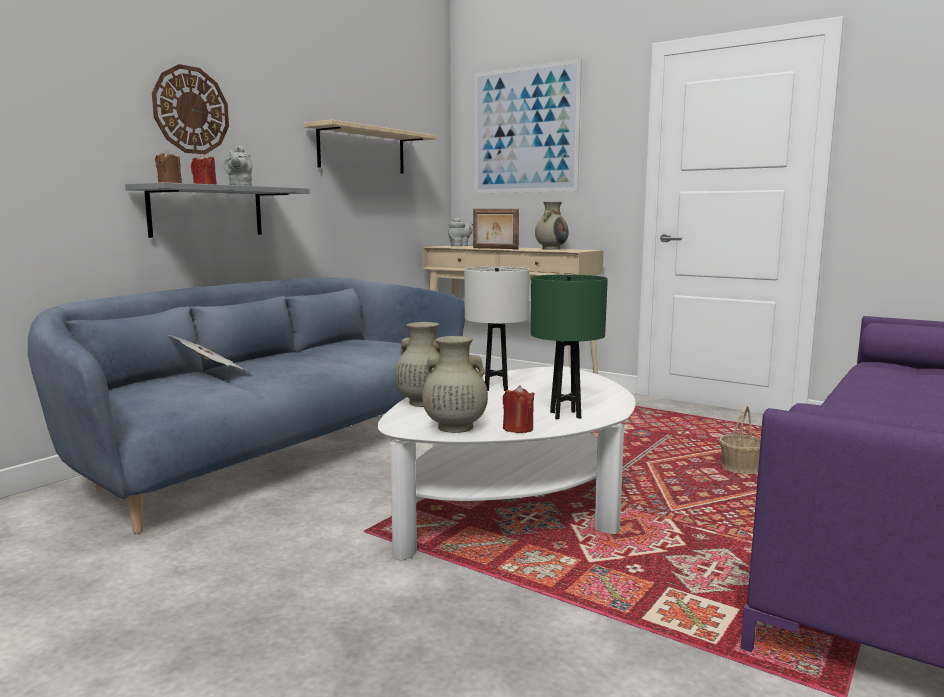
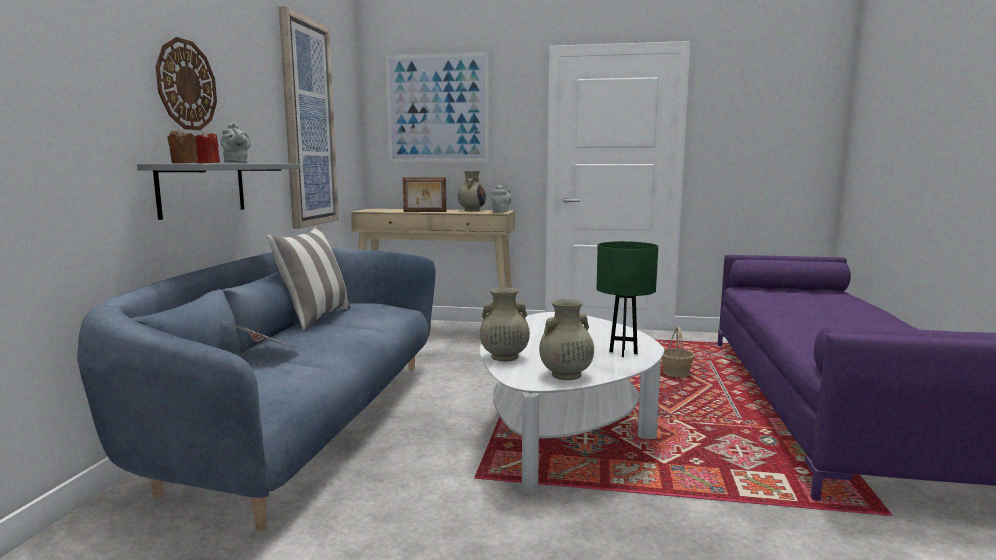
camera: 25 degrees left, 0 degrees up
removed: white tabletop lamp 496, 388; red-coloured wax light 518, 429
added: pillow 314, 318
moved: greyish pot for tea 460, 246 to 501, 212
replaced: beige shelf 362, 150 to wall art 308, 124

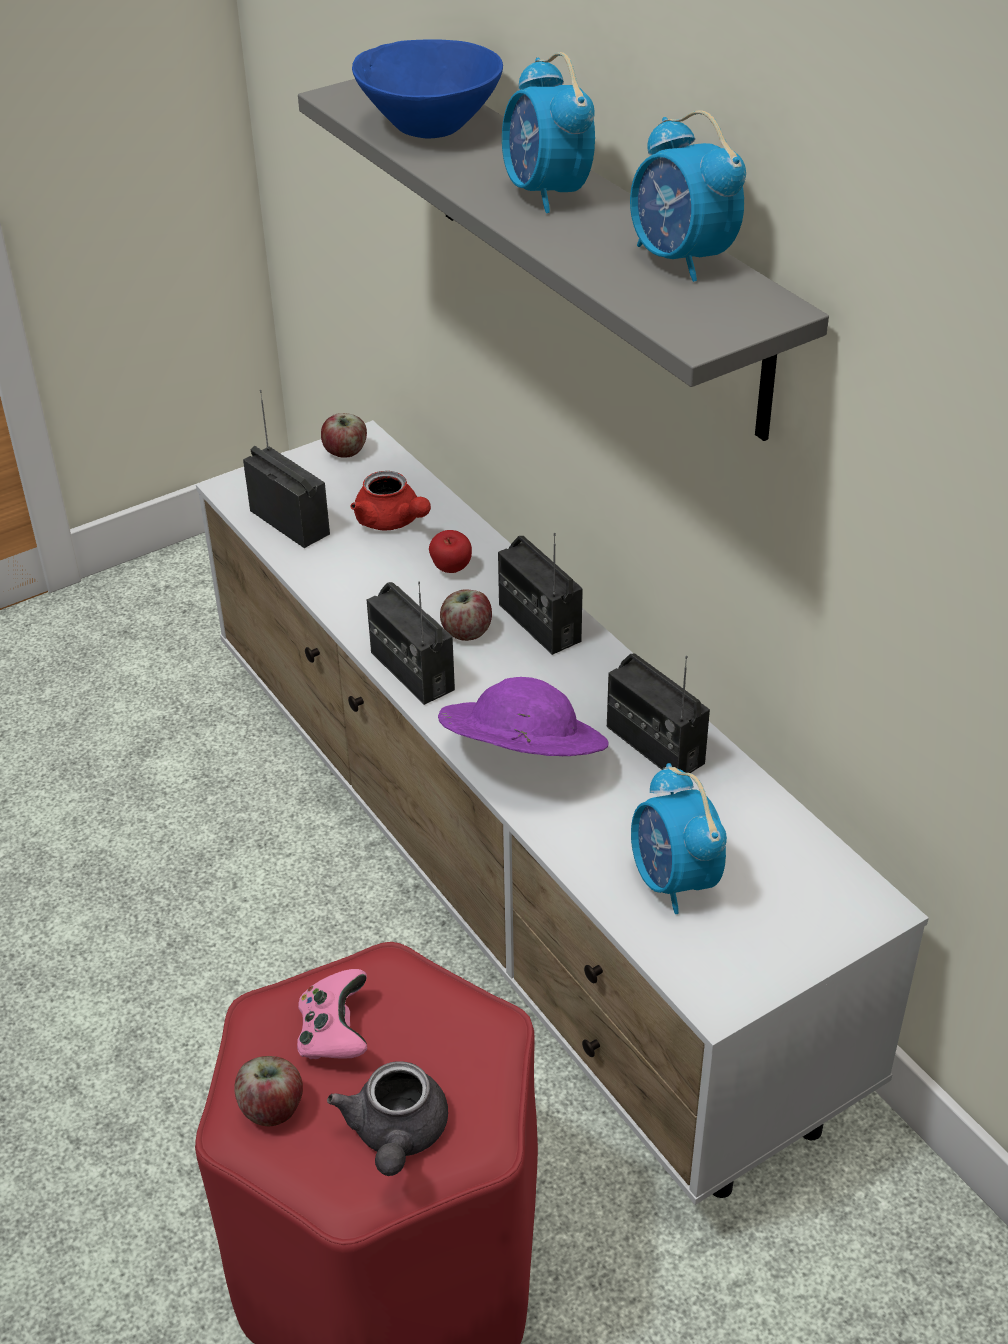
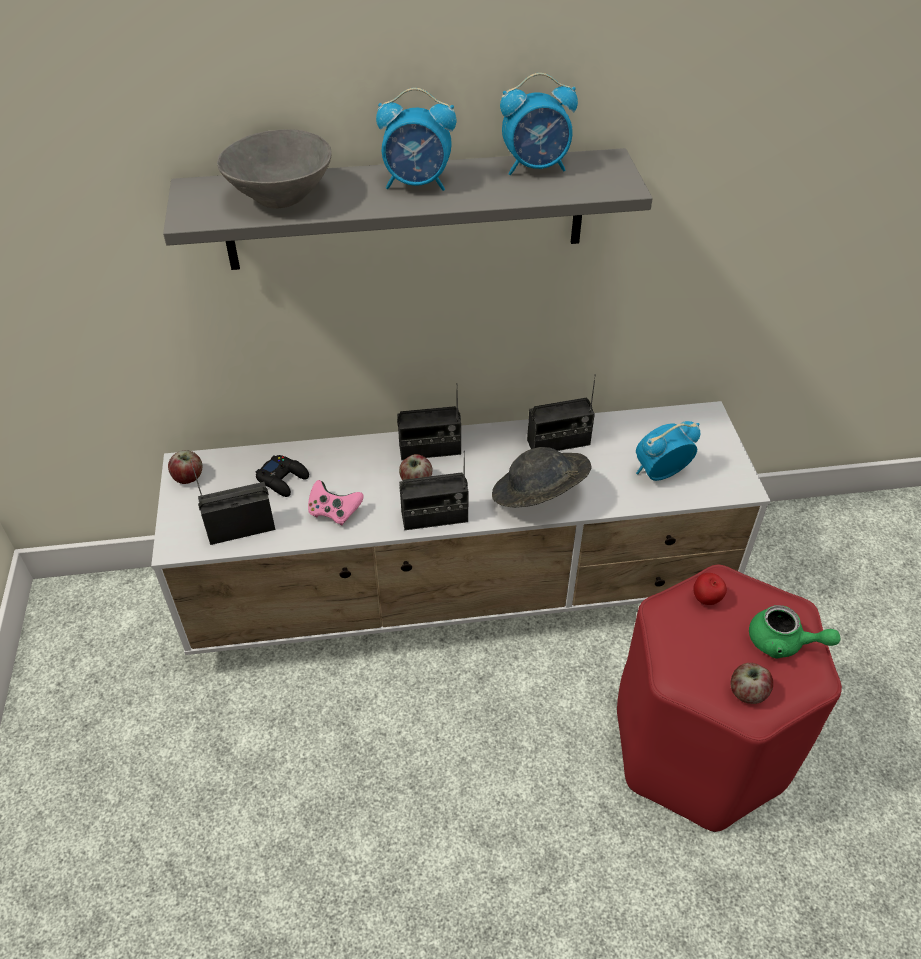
camera: 65 degrees left, 5 degrees up
moved: apple fruit 451, 570 to 706, 600; pink-coloured gamepad 334, 1034 to 334, 512
replaced: red-coloured pot for tea 392, 522 to blackish gamepad 283, 479
recoloured: bluish serving bowl 429, 126 to greyish serving bowl 279, 197; purple-coloured hat 521, 759 to greyish hat 538, 497; greyish pot for tea 396, 1135 to green-coloured pot for tea 783, 643
turned: alarm clock 673, 881 = 660, 473 150 degrees clockwise

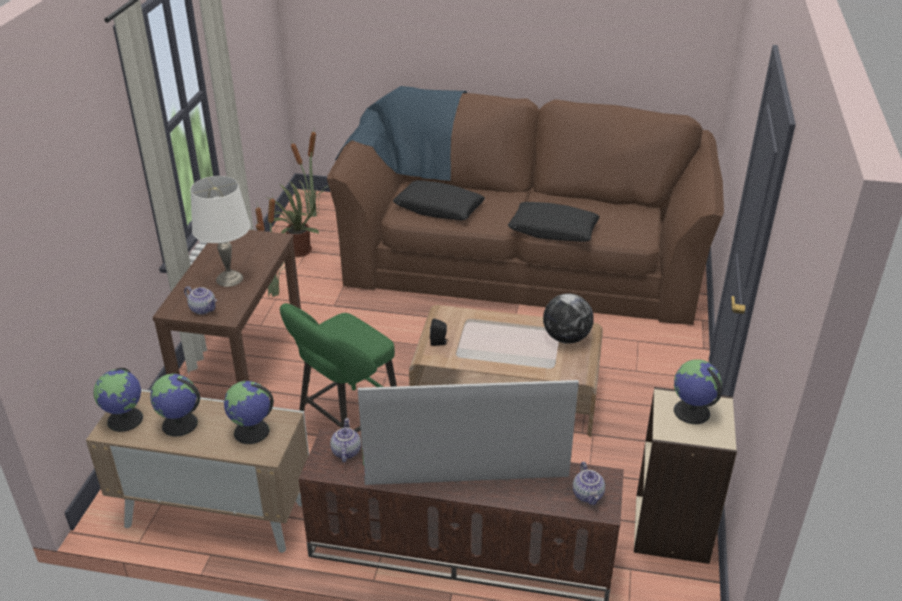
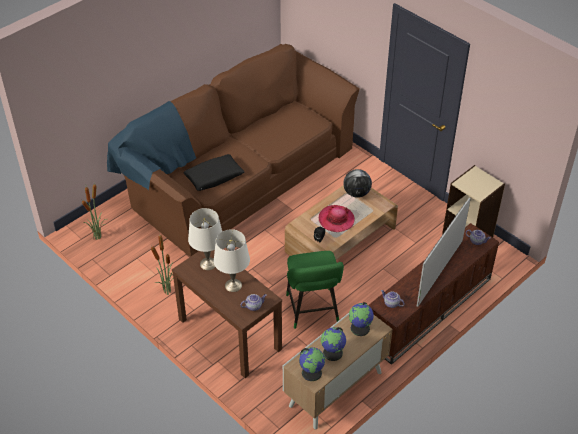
camera: 55 degrees left, 10 degrees up
removed: houseplant 297, 252; blackish pillow 553, 230; desk globe 691, 412
added: hat 336, 220; white tabletop lamp 208, 263

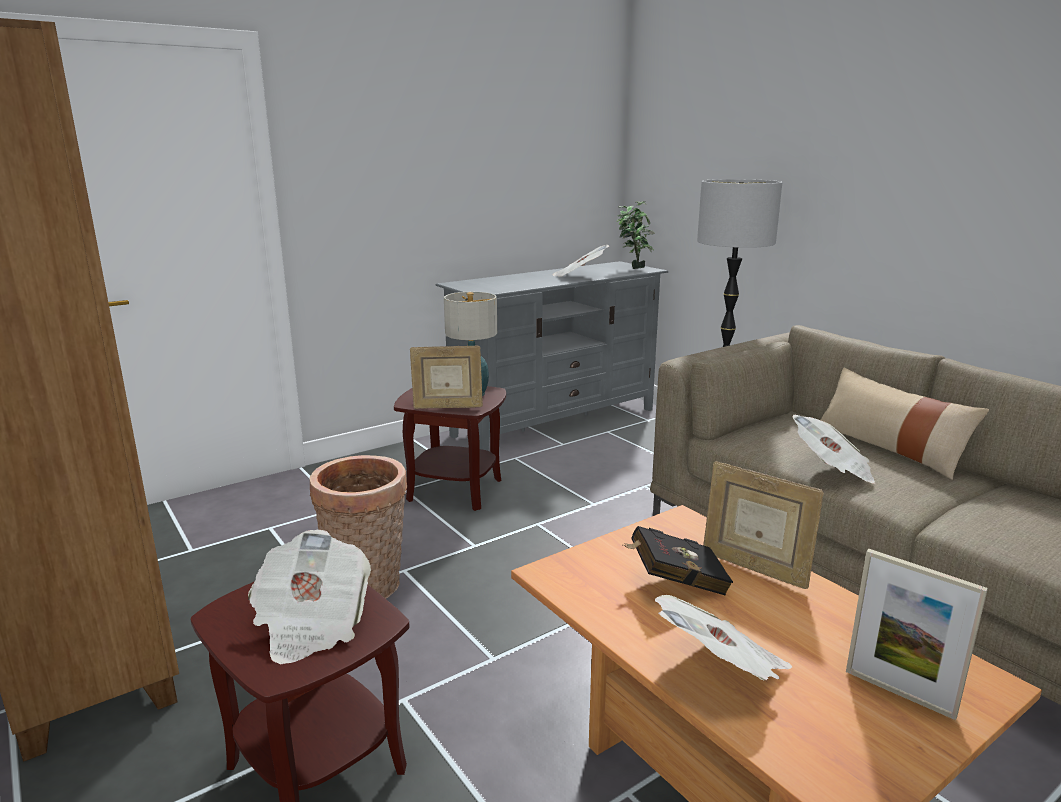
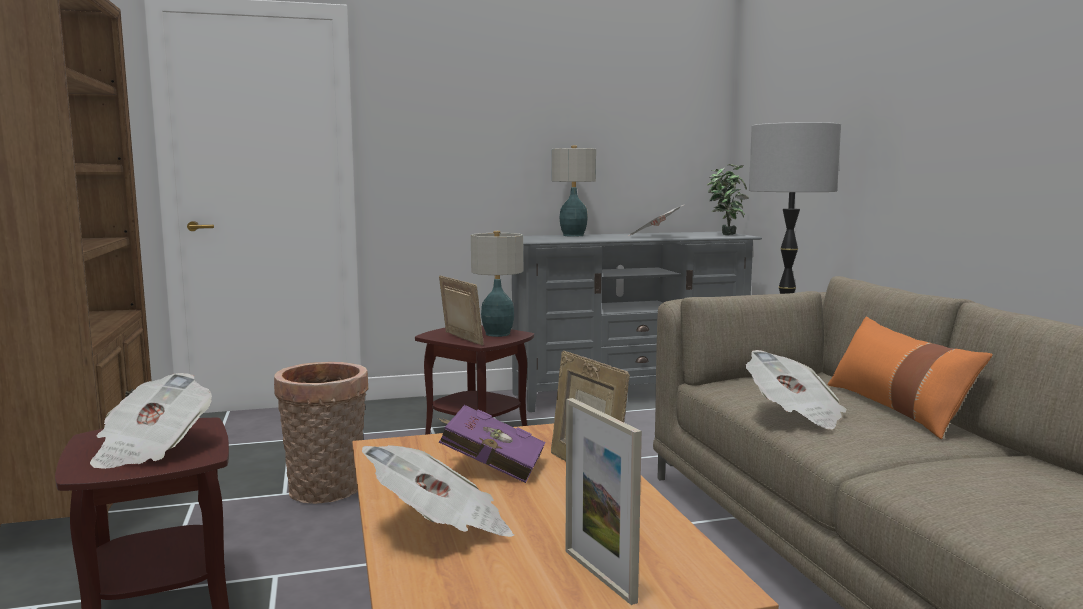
camera: 20 degrees right, 10 degrees down
added: tabletop lamp 573, 235
recoloured: beige pillow 889, 448 to orange pillow 897, 408; blackish volume 674, 581 to purple-coloured volume 489, 467
turned: picture frame 447, 407 = 461, 340 150 degrees counterclockwise

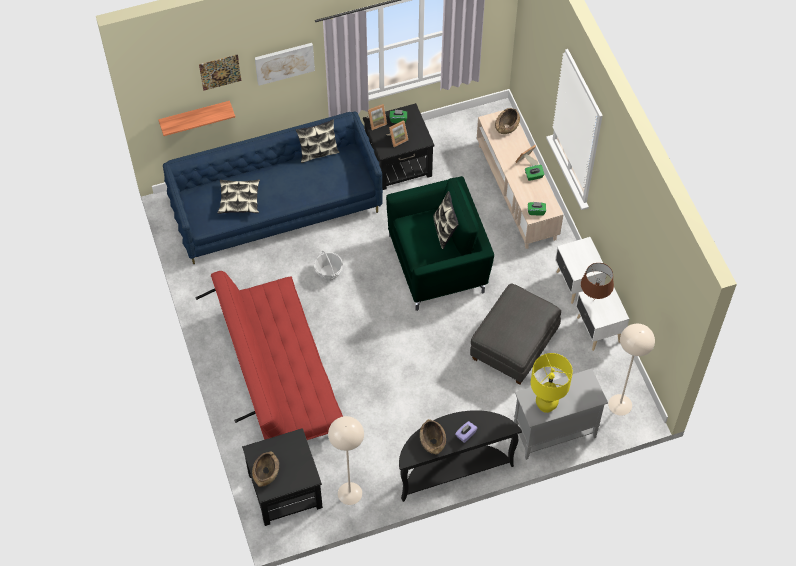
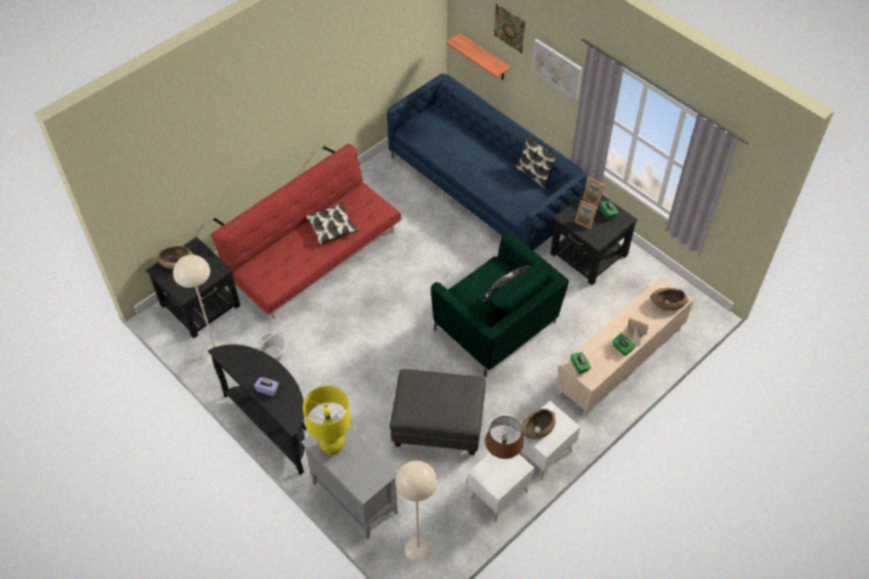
camera: 65 degrees right, 5 degrees down
moved: pillow 239, 200 to 332, 227; household basket 329, 273 to 272, 354; brown serving bowl 432, 441 to 538, 429

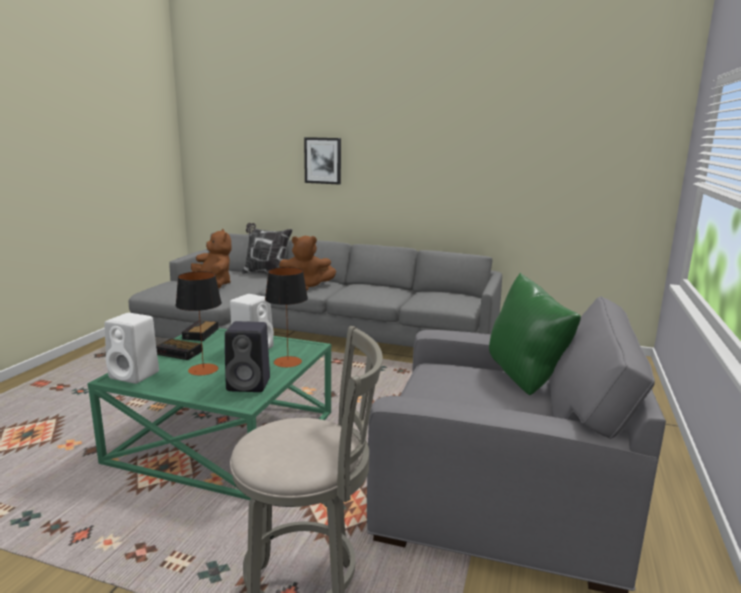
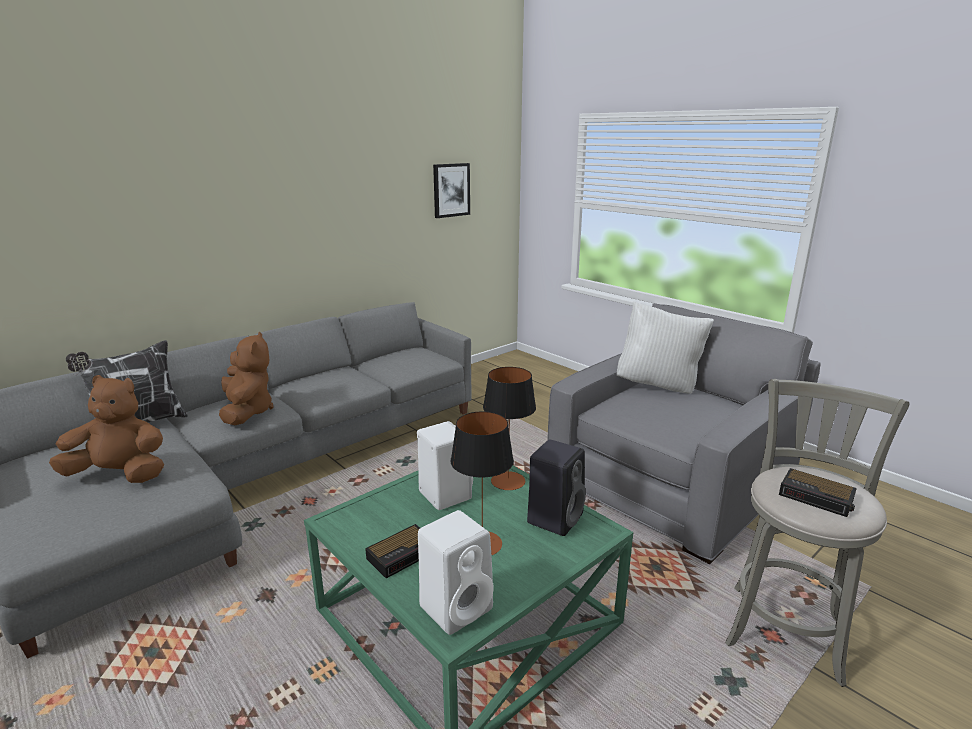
camera: 60 degrees left, 5 degrees up
moved: wall art 323, 160 to 451, 190; alarm clock 200, 334 to 817, 497
recoloured: green-coloured pillow 525, 379 to white pillow 659, 385
turned: brown cuddly toy 306, 286 = 247, 412 45 degrees counterclockwise

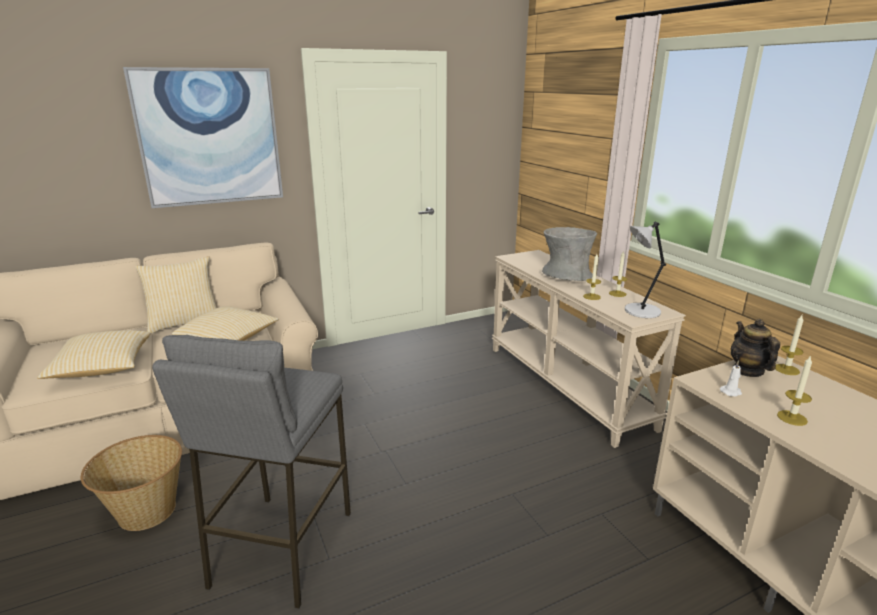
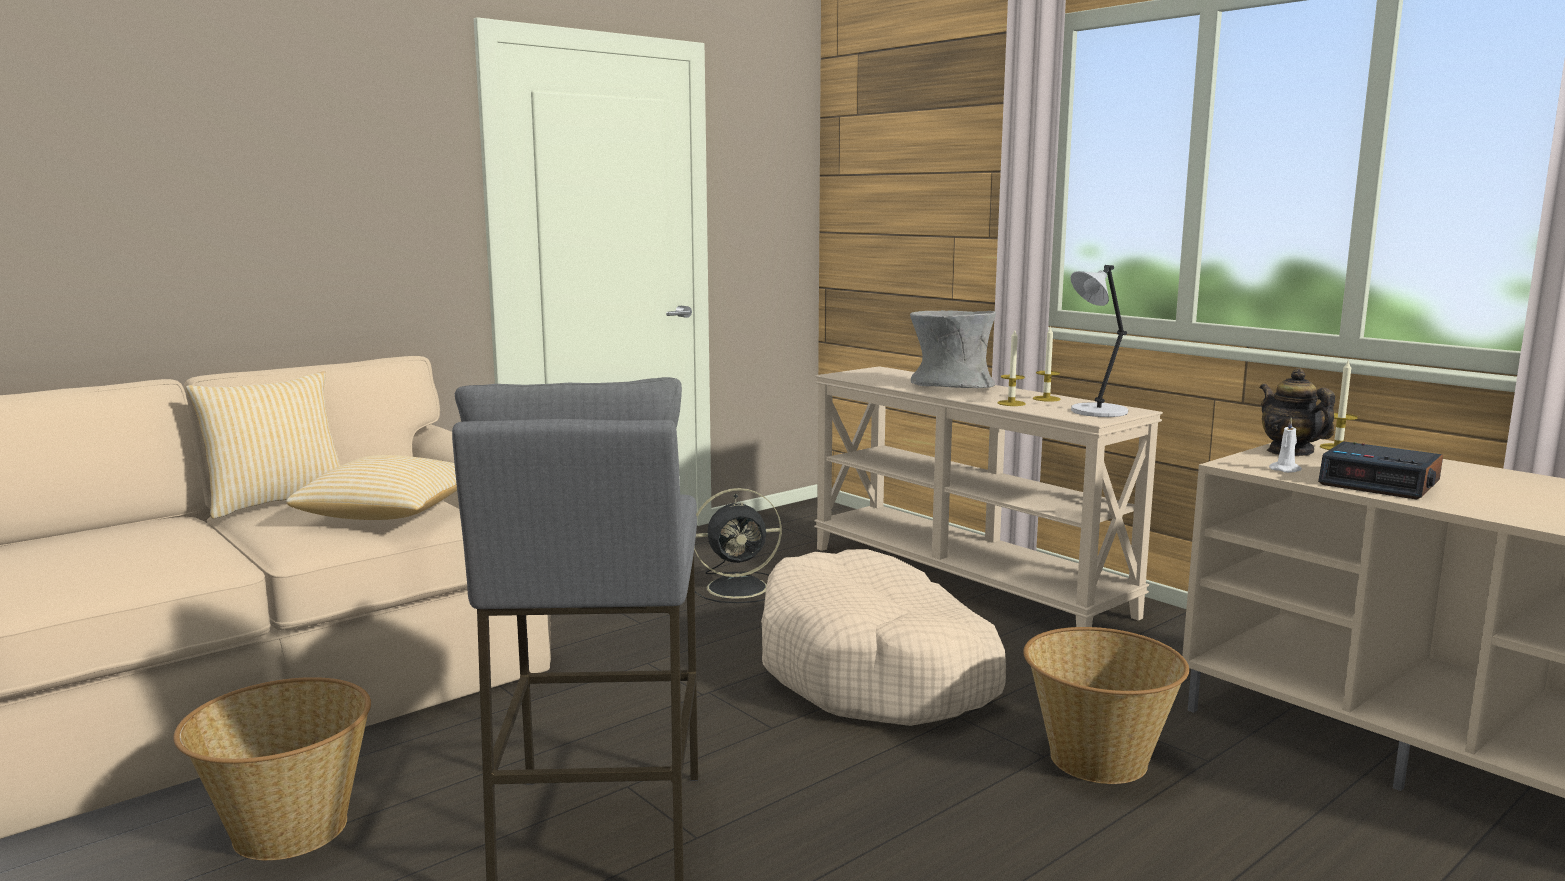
camera: 15 degrees left, 10 degrees down
removed: wall art 210, 137; pillow 102, 368
added: blackish cooling fan 740, 587; beige dog cushion 876, 670; household basket 1097, 760
replaced: wax light 792, 418 to alarm clock 1380, 483

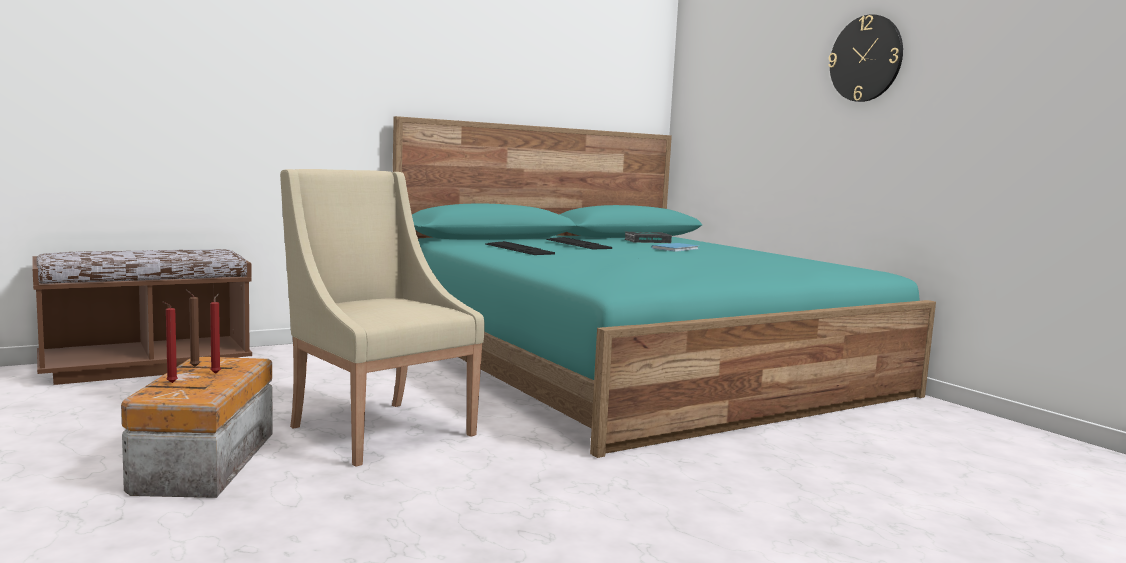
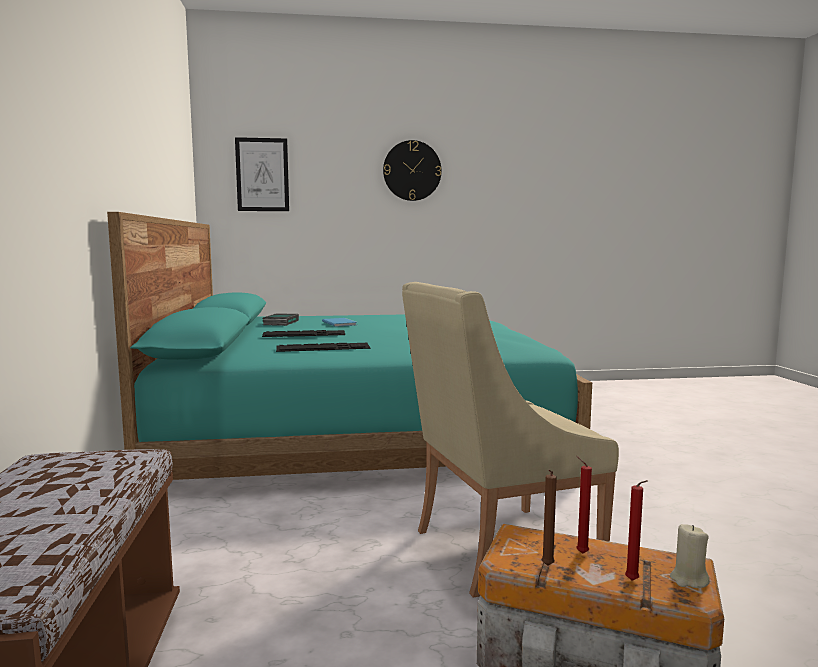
camera: 65 degrees left, 0 degrees up
added: wall art 262, 175; beige wax light 688, 580

